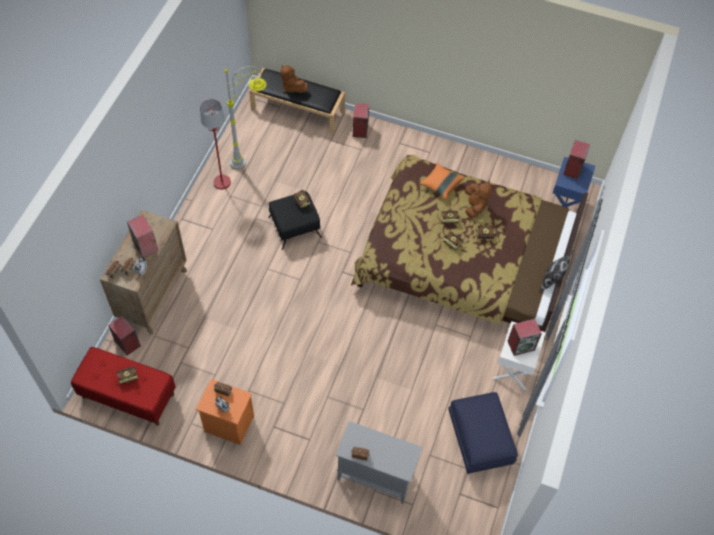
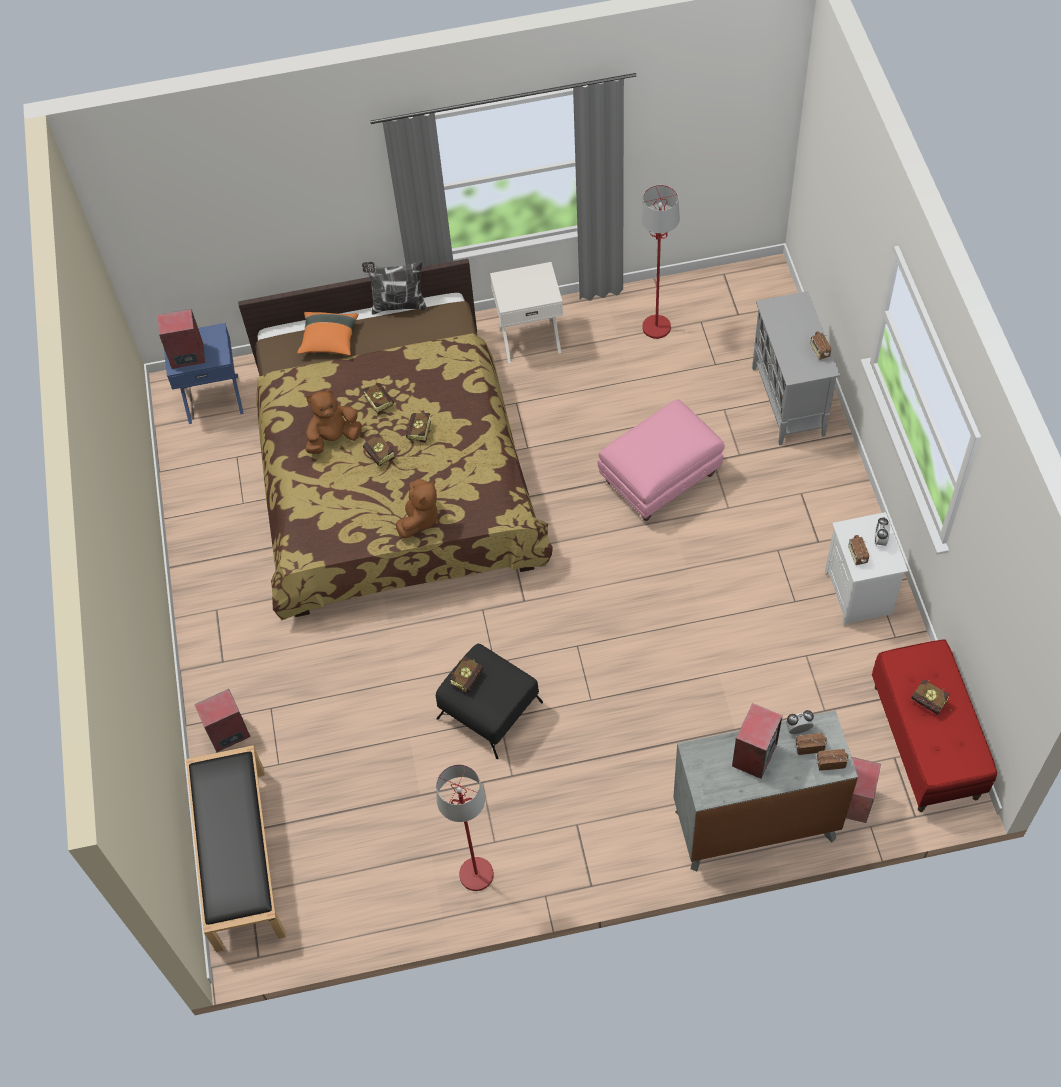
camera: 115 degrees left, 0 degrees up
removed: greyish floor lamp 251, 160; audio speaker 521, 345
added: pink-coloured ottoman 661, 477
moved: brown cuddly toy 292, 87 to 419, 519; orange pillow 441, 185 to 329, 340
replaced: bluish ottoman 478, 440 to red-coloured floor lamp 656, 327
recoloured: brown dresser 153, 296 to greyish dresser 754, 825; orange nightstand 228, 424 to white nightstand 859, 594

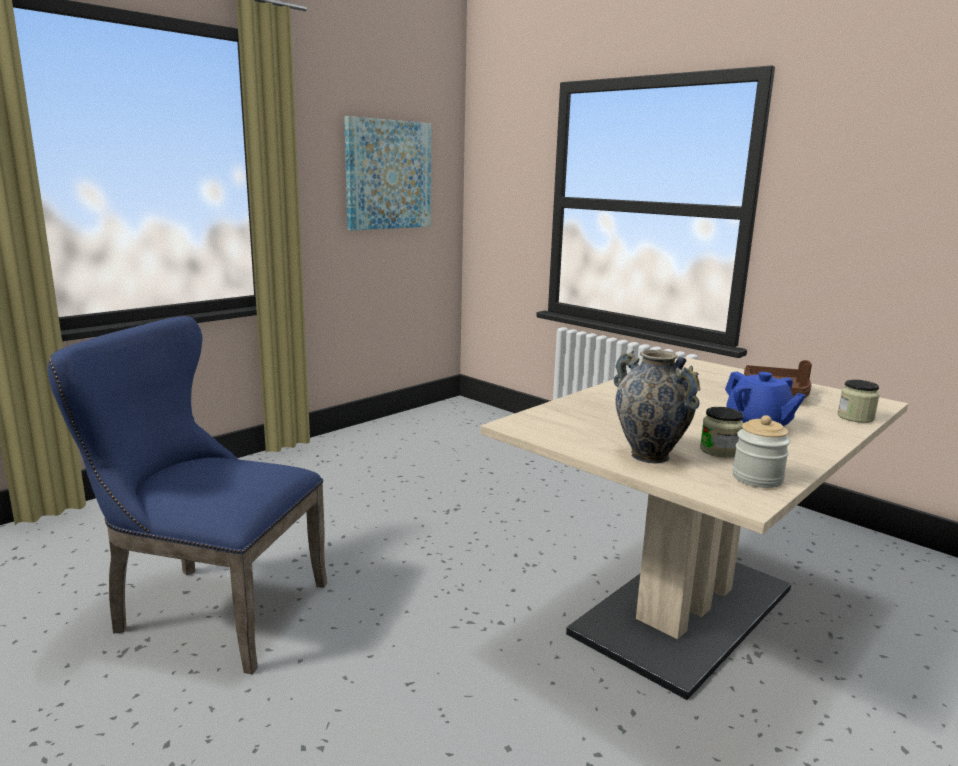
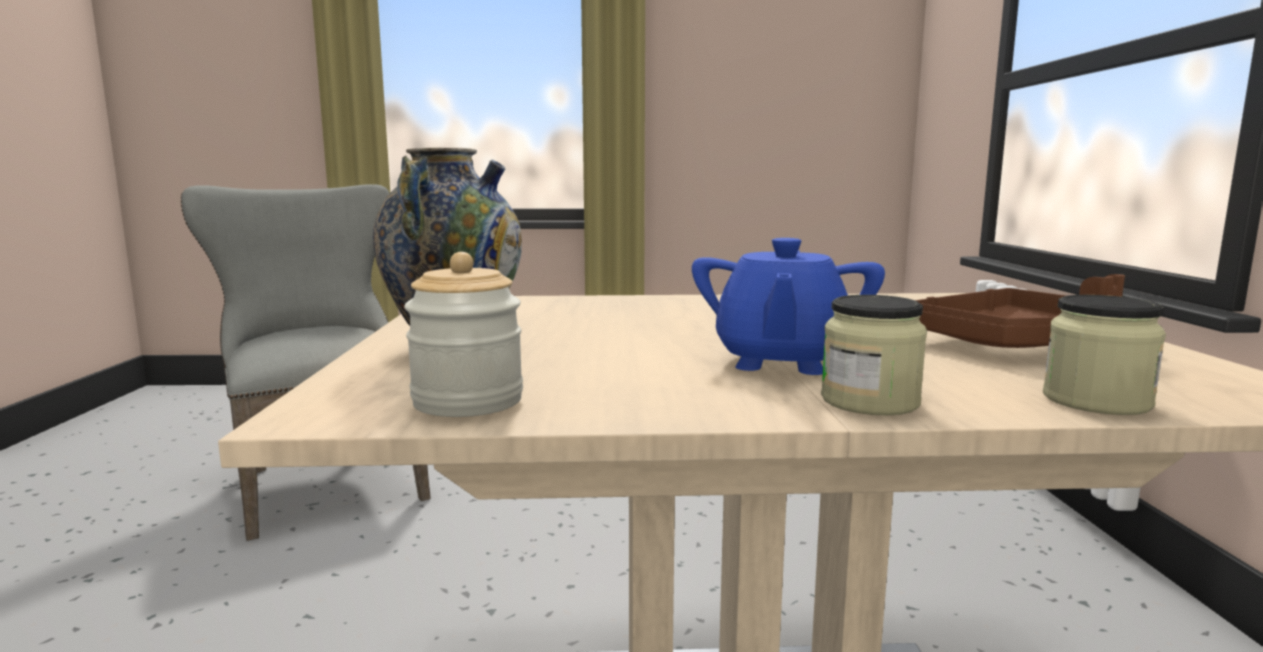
camera: 45 degrees right, 5 degrees down
removed: wall art 388, 175
moved: jar 719, 450 to 870, 401
recoloured: bluish chair 208, 609 to greyish chair 325, 481

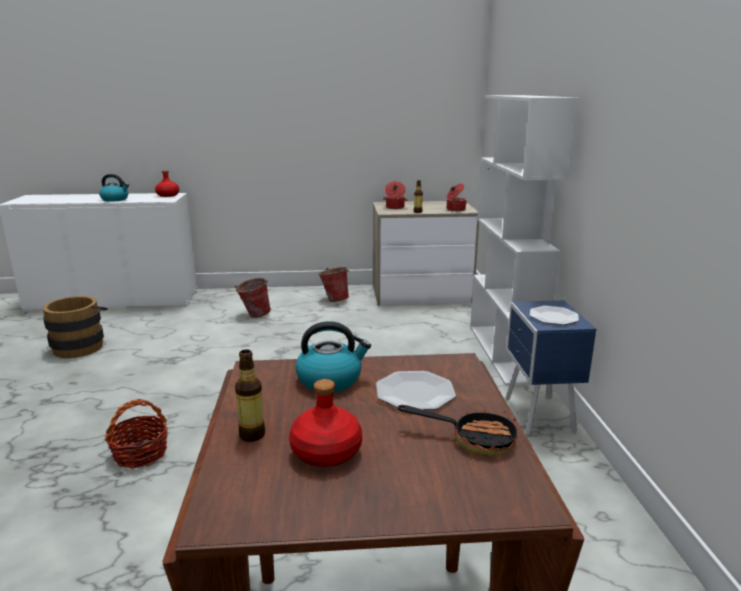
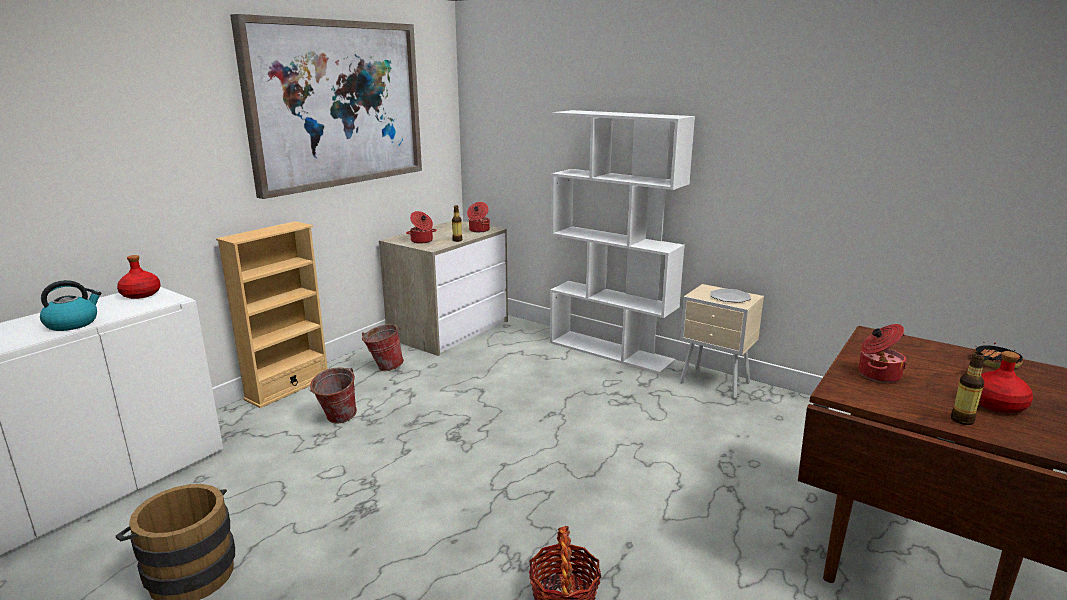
camera: 50 degrees left, 0 degrees up
removed: flat dish 415, 392
added: wall art 337, 104; beige shelving unit 288, 388
replaced: kettle 330, 379 to stockpot 877, 374
recoloured: bluish nightstand 538, 416 to beige nightstand 715, 384

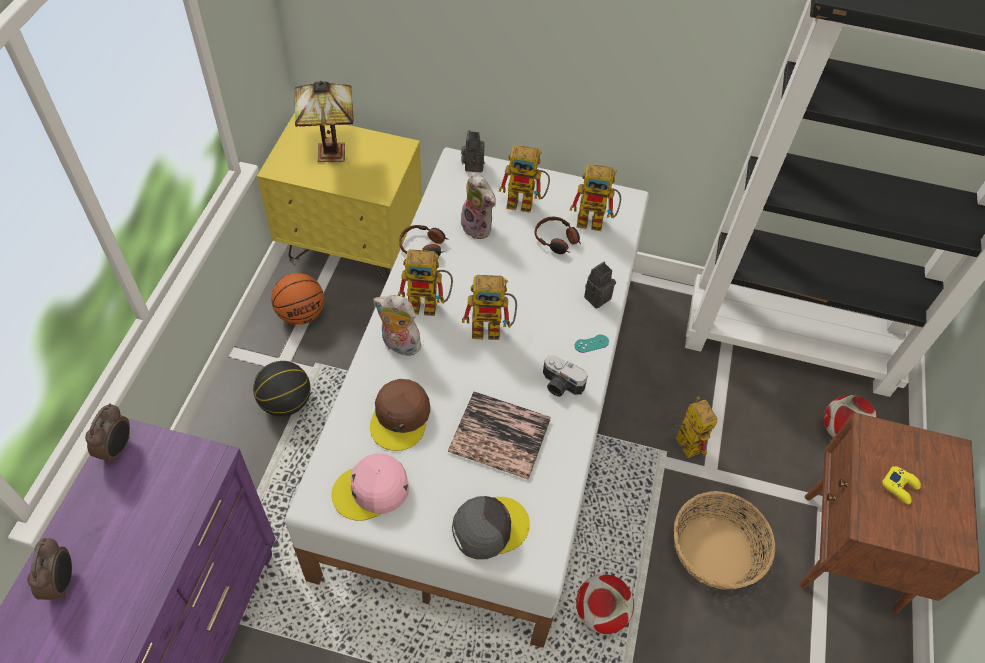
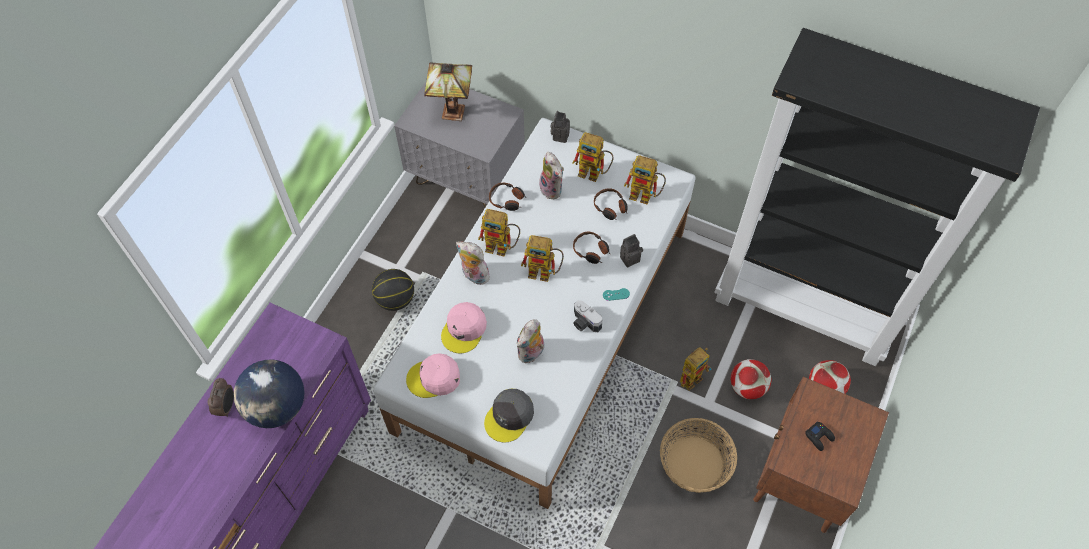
camera: 15 degrees right, 5 degrees up
removed: basketball 301, 314; alarm clock 118, 448
added: pair of headphones 591, 251; desk globe 277, 407
moved: ball for football 600, 612 to 747, 387
replaced: volume 499, 436 to cuddly toy 531, 353
recoloured: yellow nightstand 352, 245 to greyish nightstand 467, 179; brown cap 400, 417 to pink-coloured cap 464, 329; yellow gamepad 900, 486 to blackish gamepad 819, 437
turned: toy robot 682, 441 = 692, 375 60 degrees clockwise; greyish cap 489, 527 = 509, 417 135 degrees clockwise

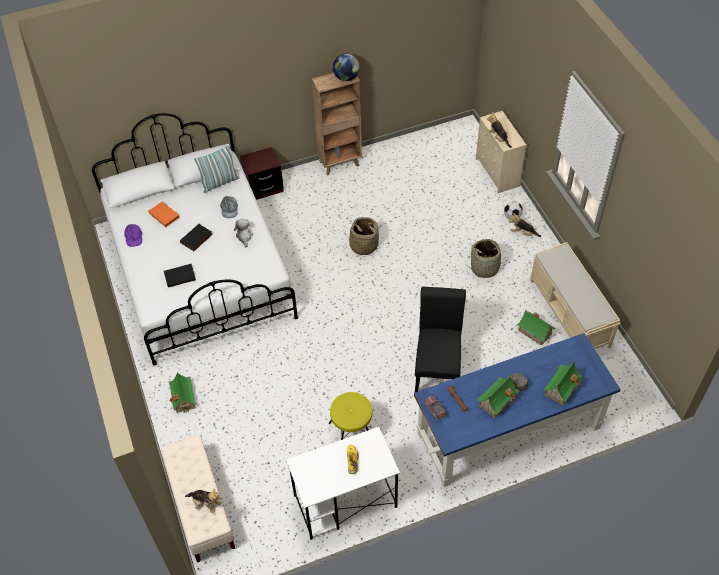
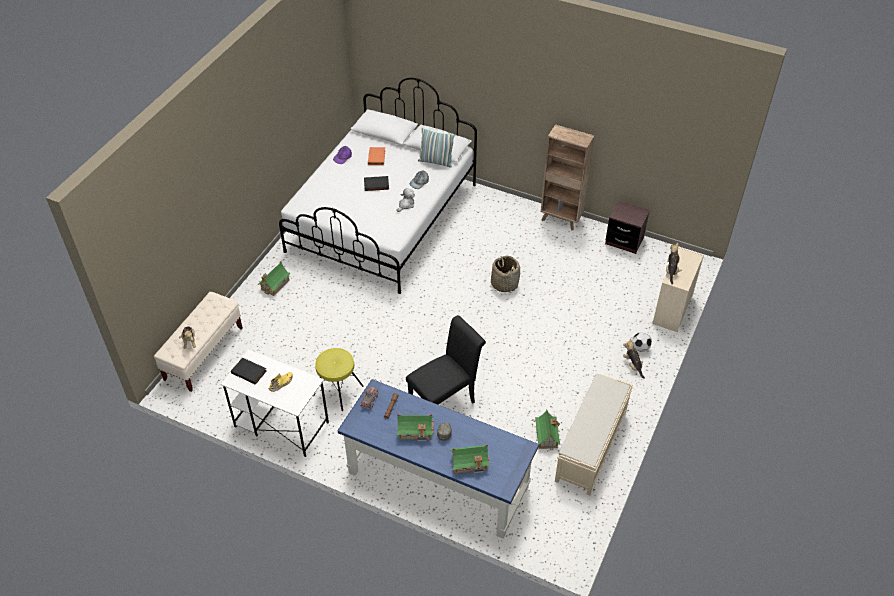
camera: 45 degrees right, 5 degrees down
removed: desk globe 346, 78; household basket 485, 268
moved: brown nightstand 264, 187 to 624, 241; blackish volume 180, 276 to 249, 372

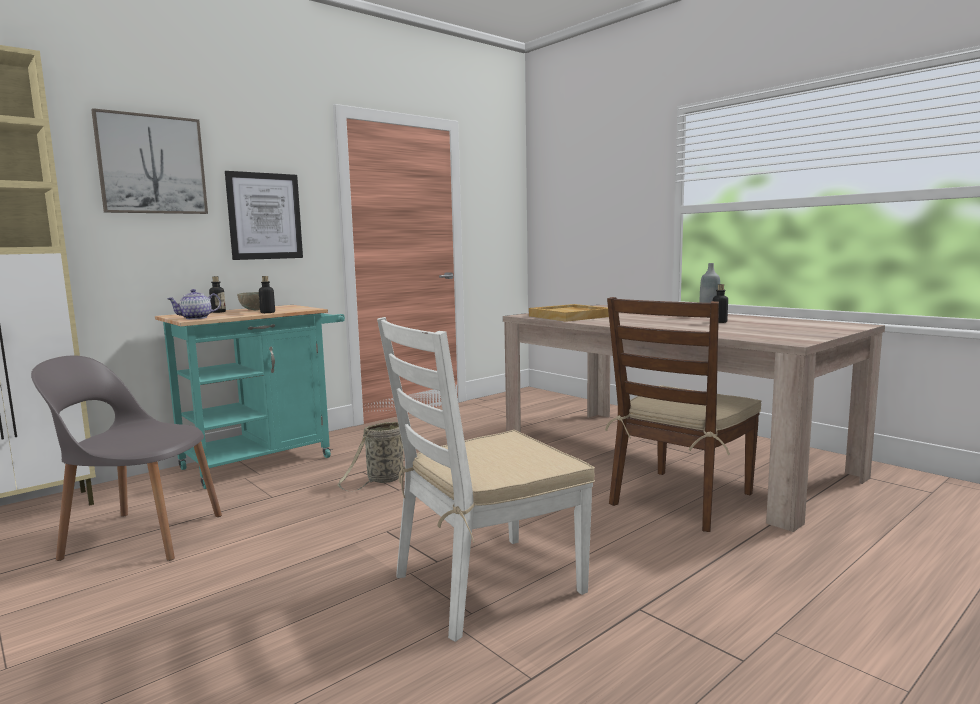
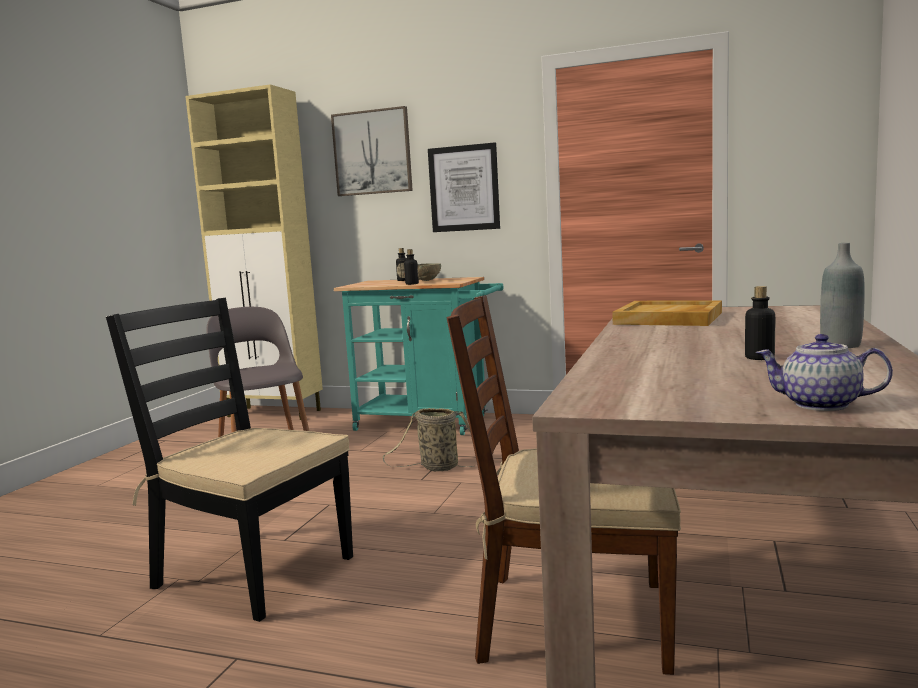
camera: 60 degrees right, 0 degrees up
moved: pot for tea 196, 318 to 819, 404
recoloured: white chair 487, 584 to blackish chair 252, 571

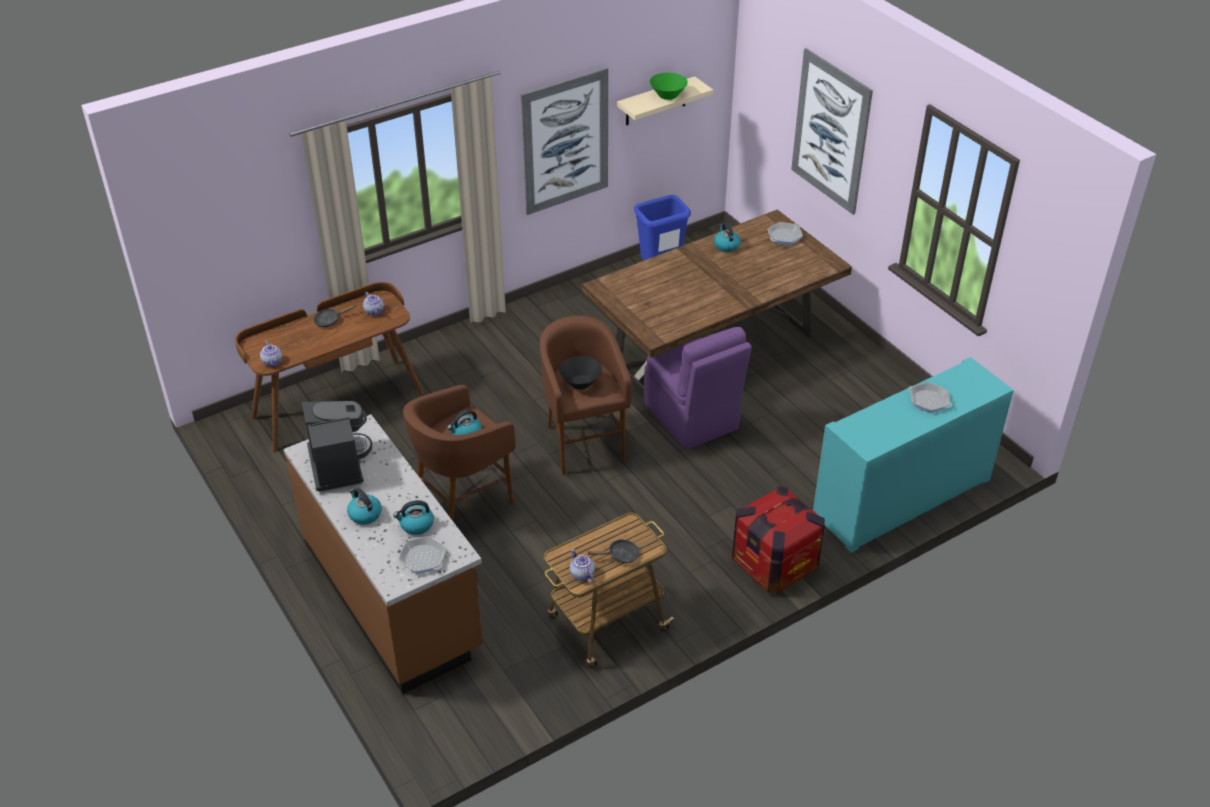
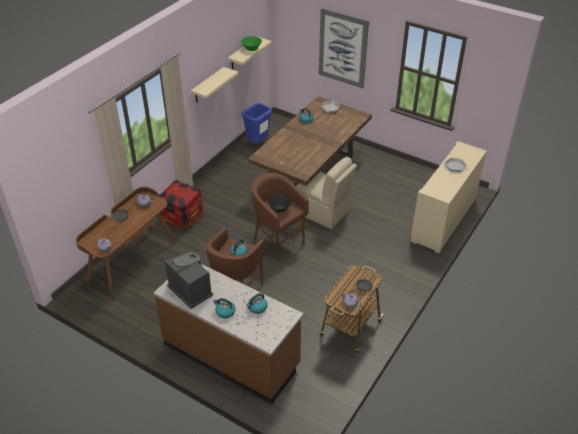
camera: 25 degrees left, 0 degrees up
removed: frying pan 423, 558
moved: crate 774, 564 to 182, 218
replaced: wall art 565, 142 to beige shelf 208, 85
recoloured: purple-coloured chair 692, 418 to beige chair 323, 212; turquoise storage cabinet 902, 497 to beige storage cabinet 443, 219

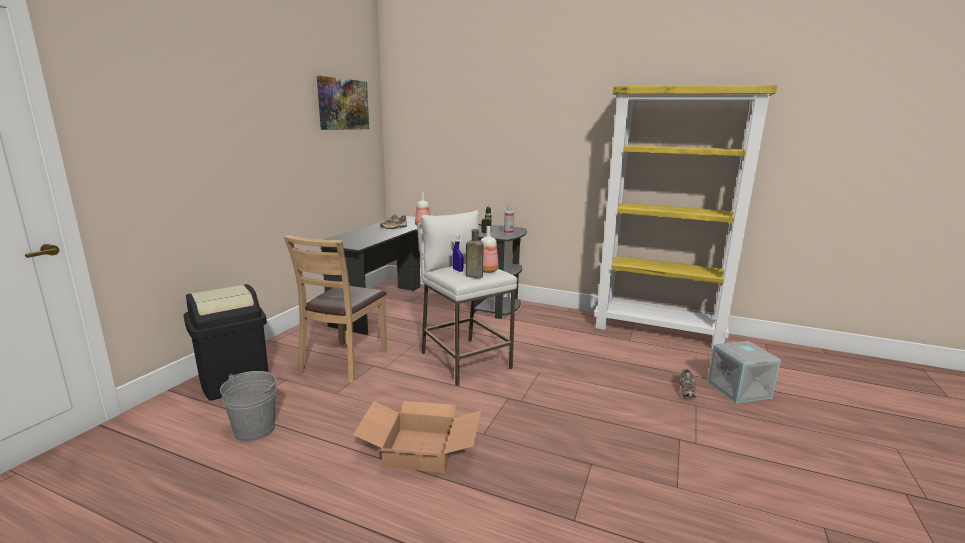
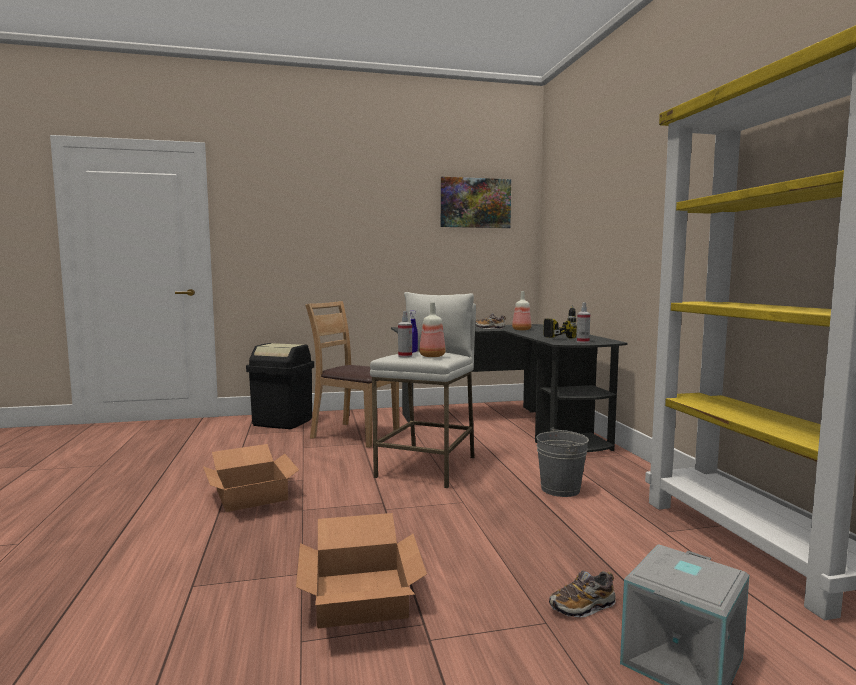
camera: 55 degrees right, 10 degrees down
added: cardboard box 362, 597
moved: greyish bucket 255, 430 to 560, 489
replaced: brown beverage bottle 473, 276 to spray bottle 405, 356
turned: brown chair 344, 361 = 354, 435 45 degrees clockwise

